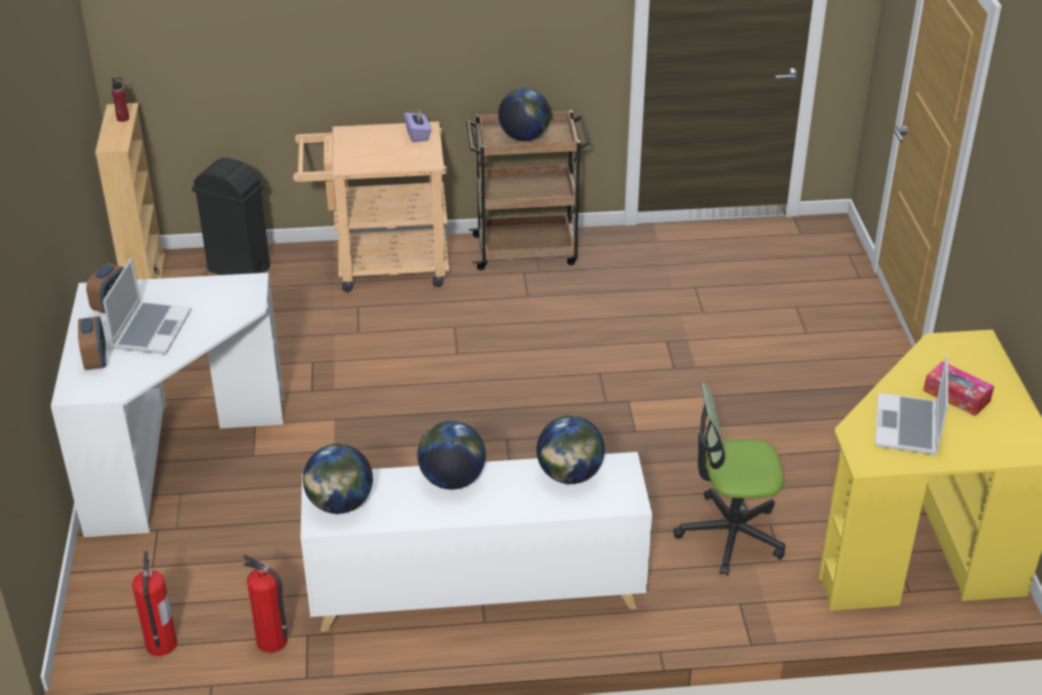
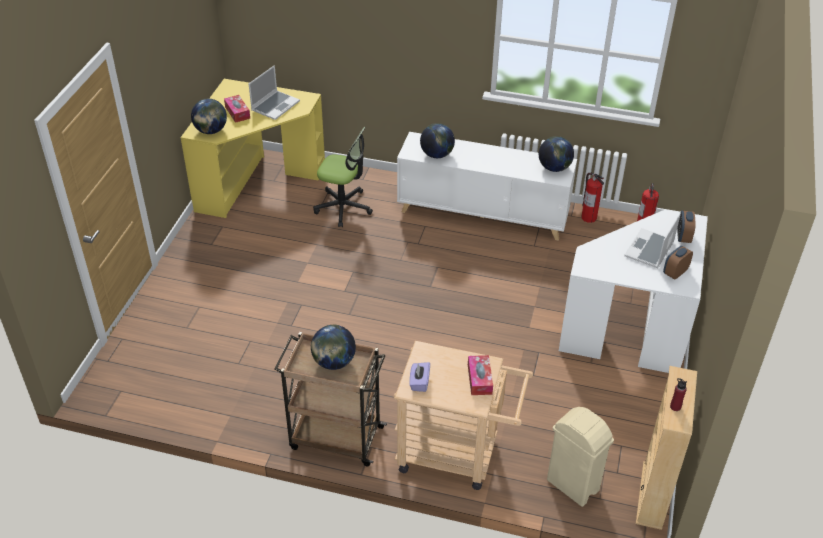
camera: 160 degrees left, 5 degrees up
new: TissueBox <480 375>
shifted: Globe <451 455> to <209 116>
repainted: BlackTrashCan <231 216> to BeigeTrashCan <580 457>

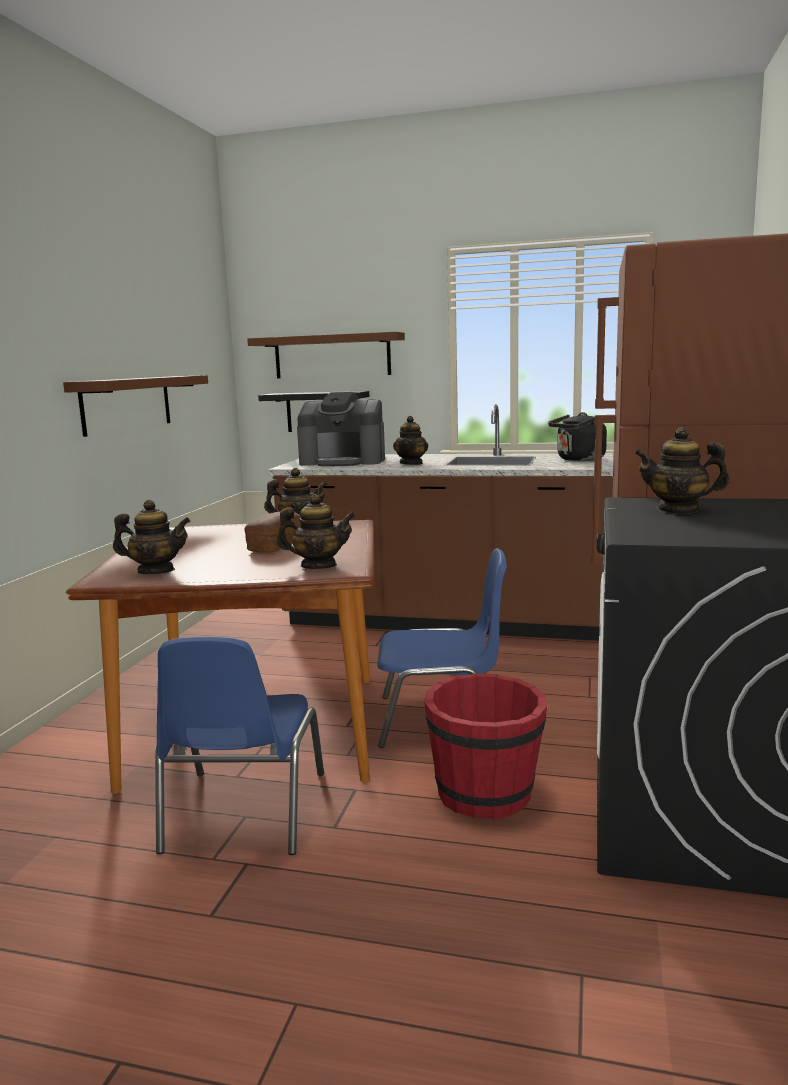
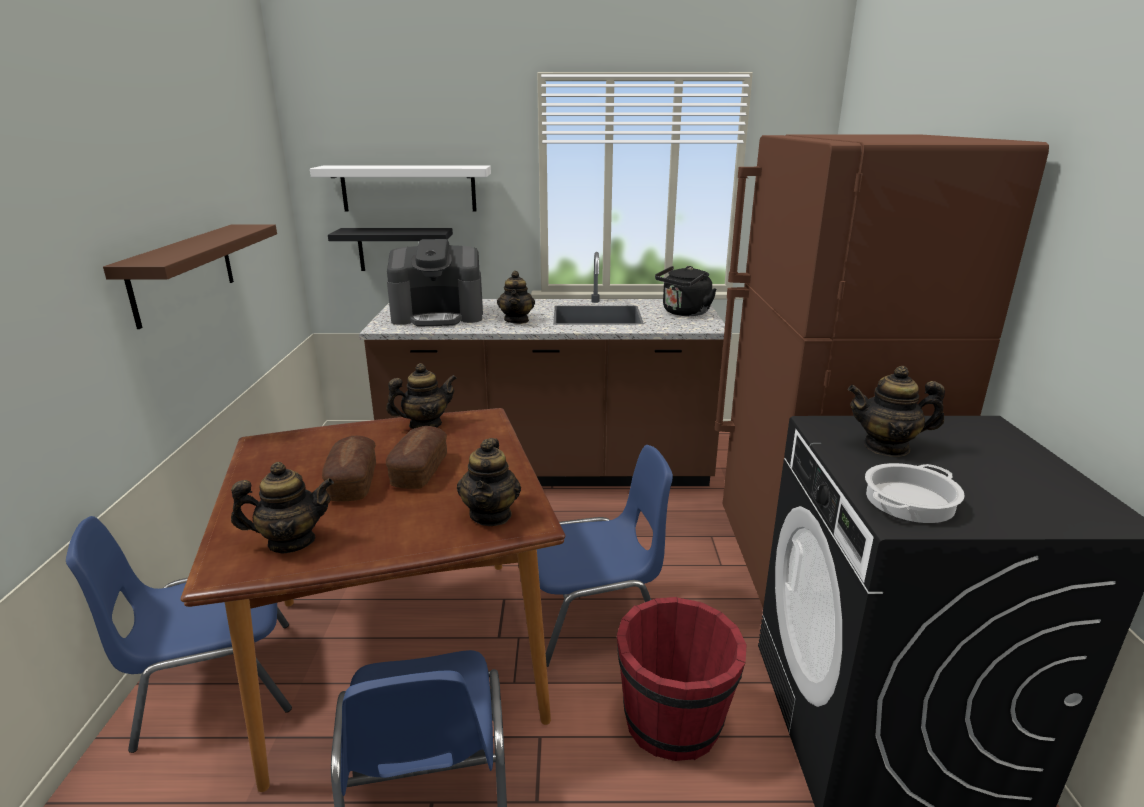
camera: 15 degrees left, 10 degrees up
new: BlueChair <179 634>; Bread <349 469>; CookingPot <915 493>
repainted: BrownShelf <326 355> to WhiteShelf <400 188>
rotated: Teapot <316 531> = <489 482> 105 degrees clockwise

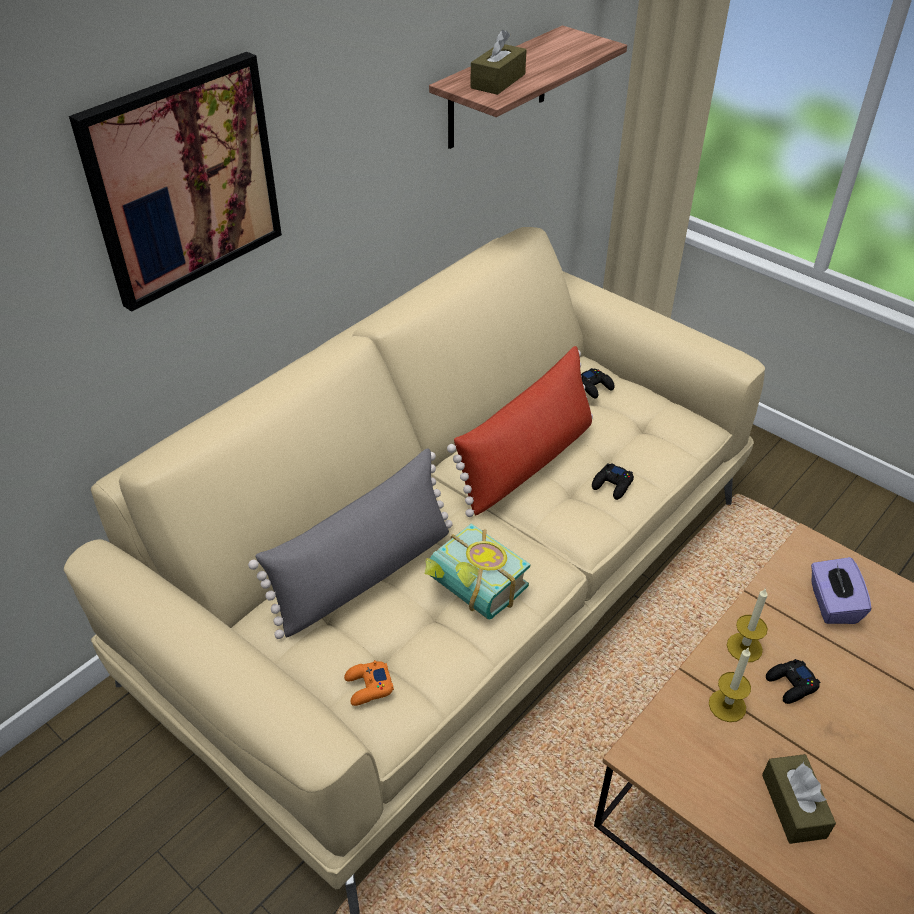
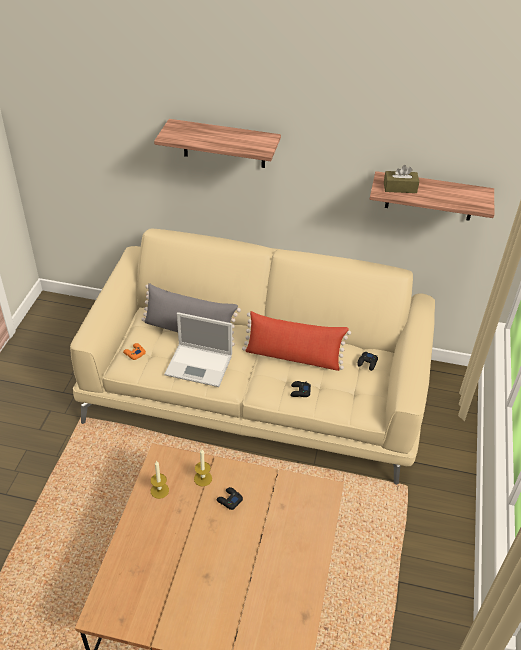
camera: 60 degrees right, 0 degrees up
gone: BrownTissueBox <799 799>; PurpleTissueBox <841 590>
shifted: Candle <747 625> to <160 480>
swapped: Picture <175 182> to Shelf <217 143>; Book <477 571> to Laptop <198 349>

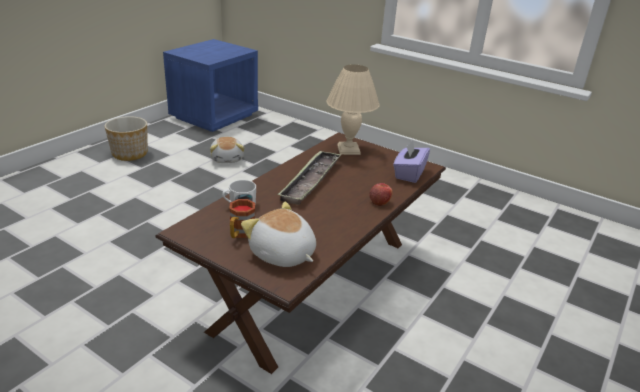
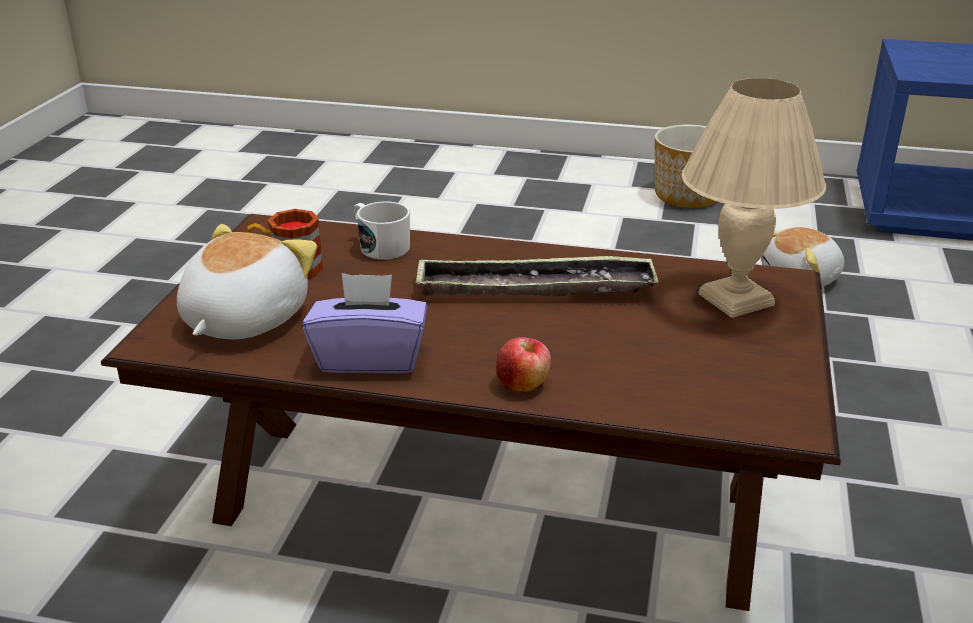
camera: 70 degrees right, 0 degrees up
shifted: PurpleTissueBox <411 161> to <365 323>

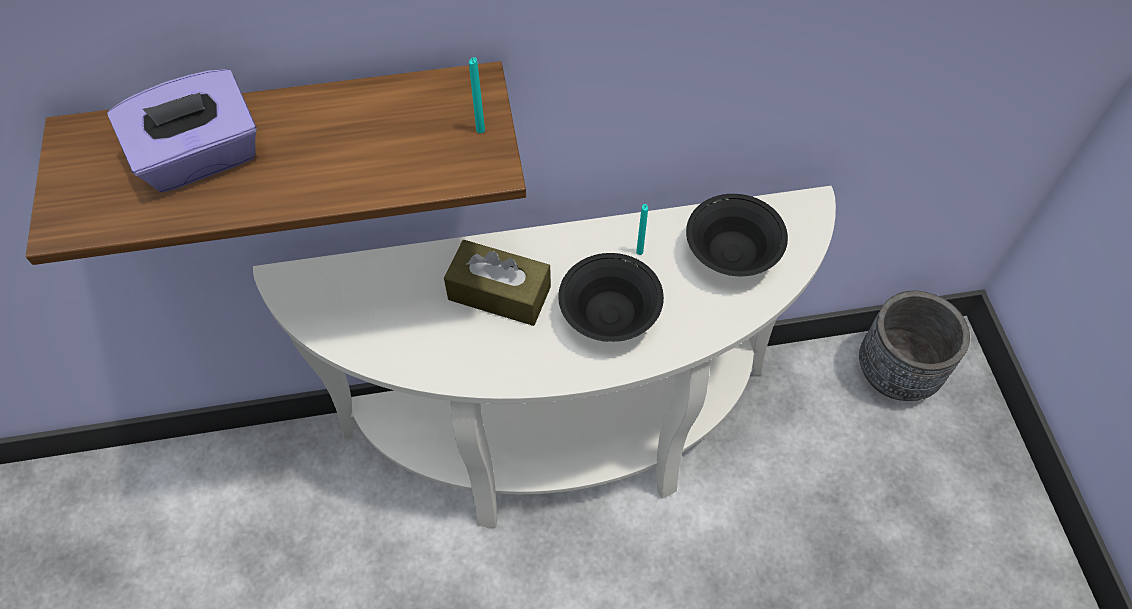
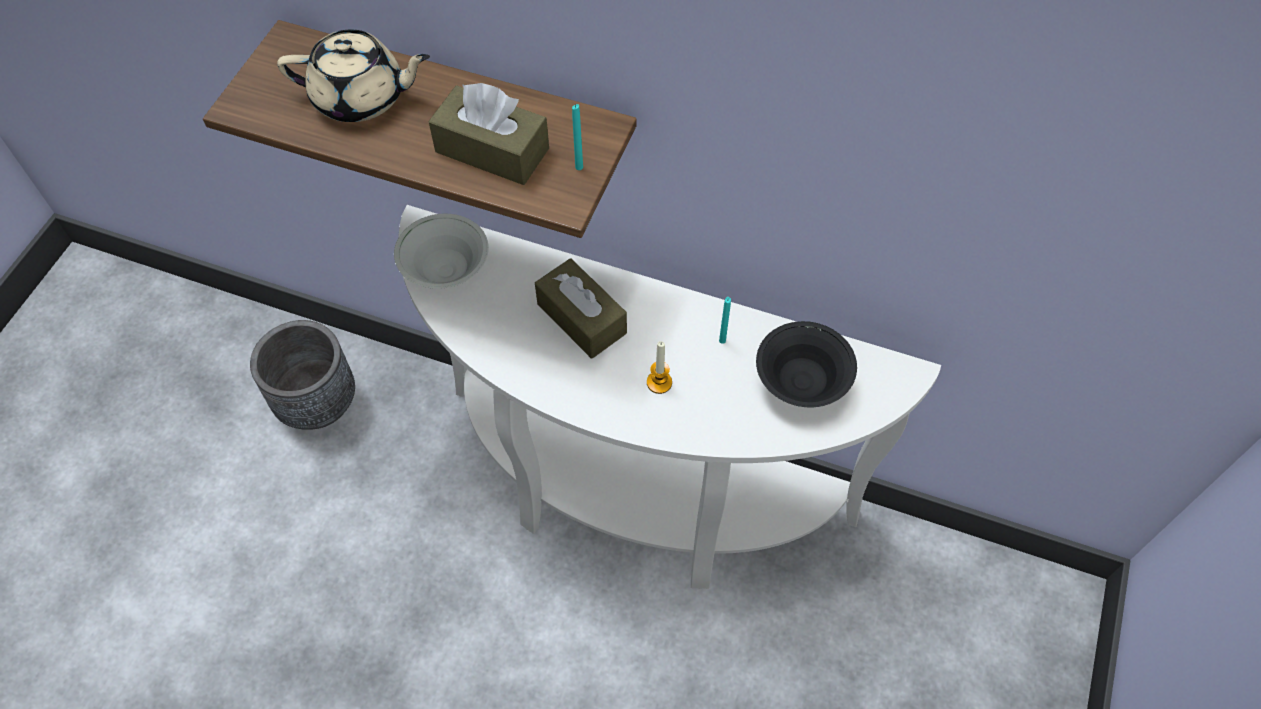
camera: 30 degrees right, 0 degrees up
new: WhiteBowl <441 251>; BrownTissueBox <488 134>
shifted: GreyPlanter <914 346> to <302 375>
swapped: PurpleTissueBox <182 130> to BeigeTeapot <353 75>; BlackBowl <611 297> to Candle <659 367>

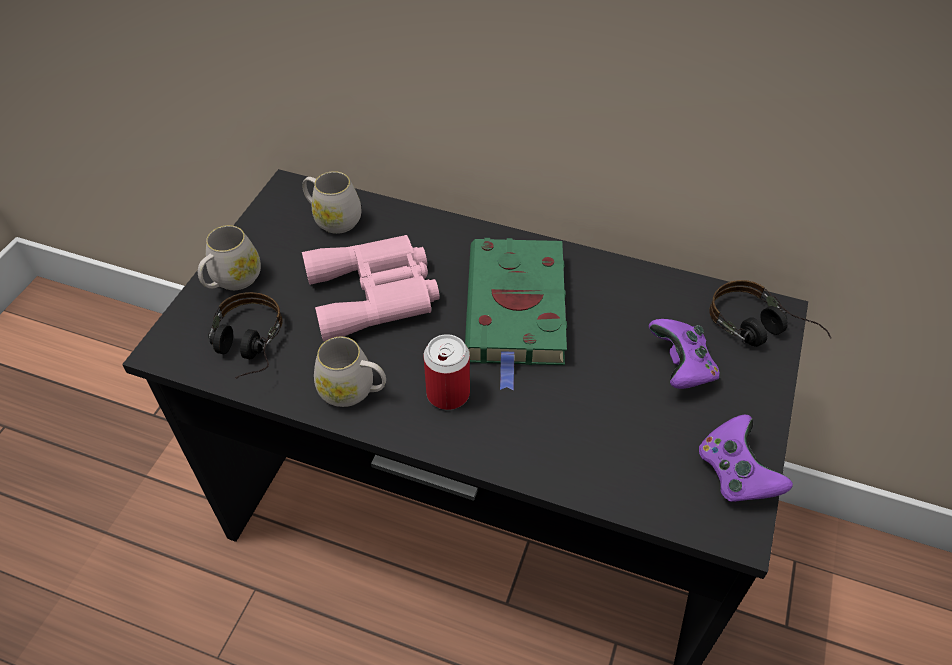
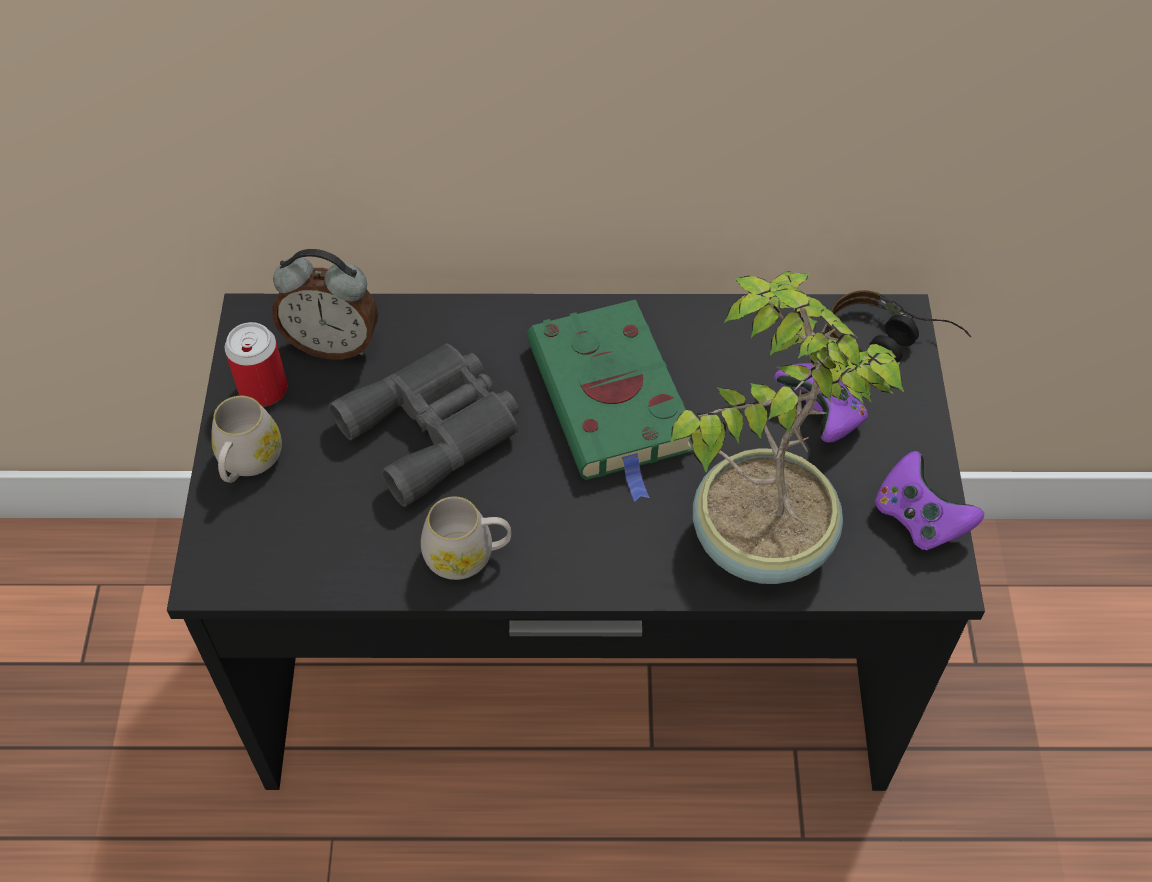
camera: 20 degrees left, 5 degrees up
gone: Headphones <245 335>
new: PottedPlant <787 427>
shifted: Can <447 372> to <256 364>
swapped: WhiteMug <331 202> to AlarmClock <325 304>
repainted: PinkBinoculars <371 288> to GreyBinoculars <424 425>

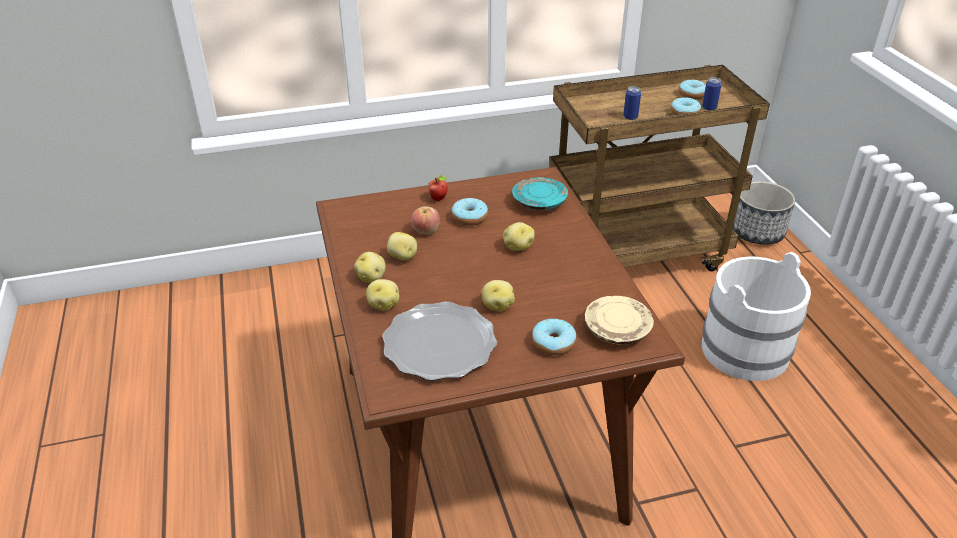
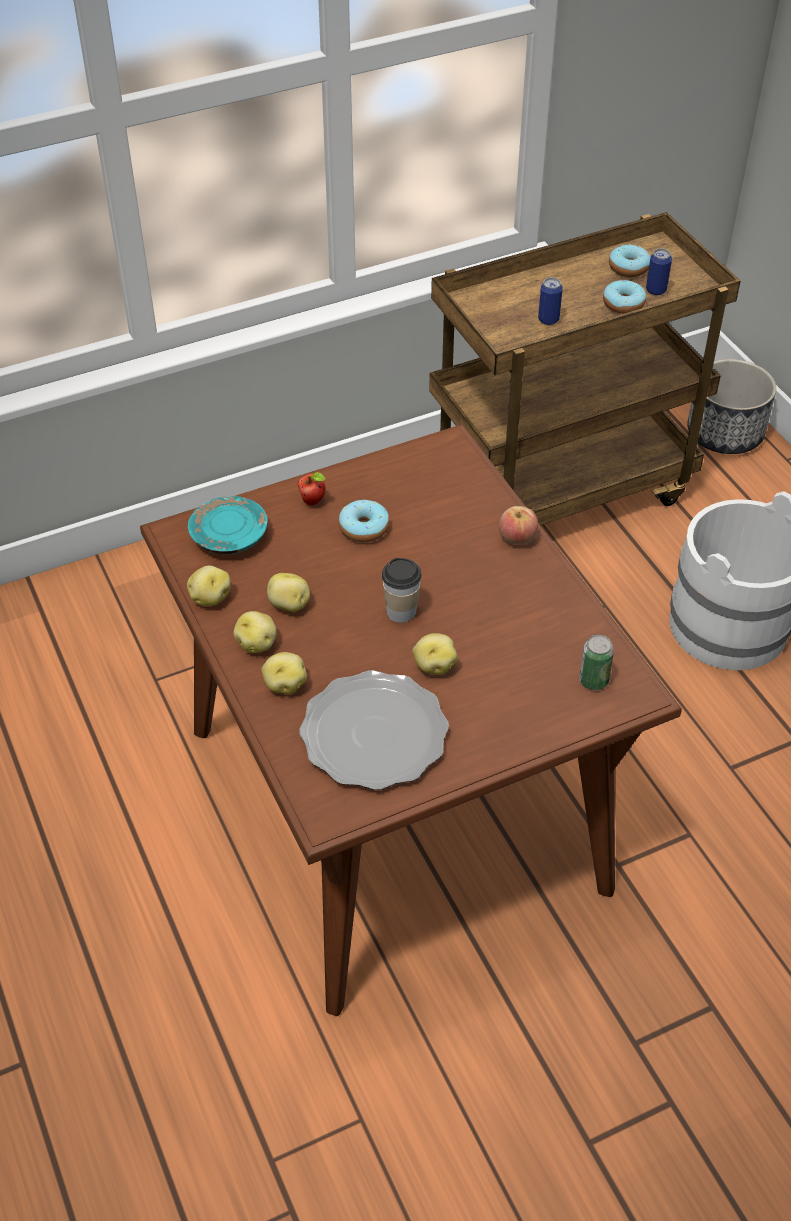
camera: 10 degrees left, 10 degrees up
gone: Donut <554 337>
new: Cup <402 590>
shifted: Apple <425 220> to <518 525>; Potato <519 236> to <209 586>; TurquoisePlate <540 193> to <228 525>
swapped: BeigePlate <619 320> to Can <596 662>

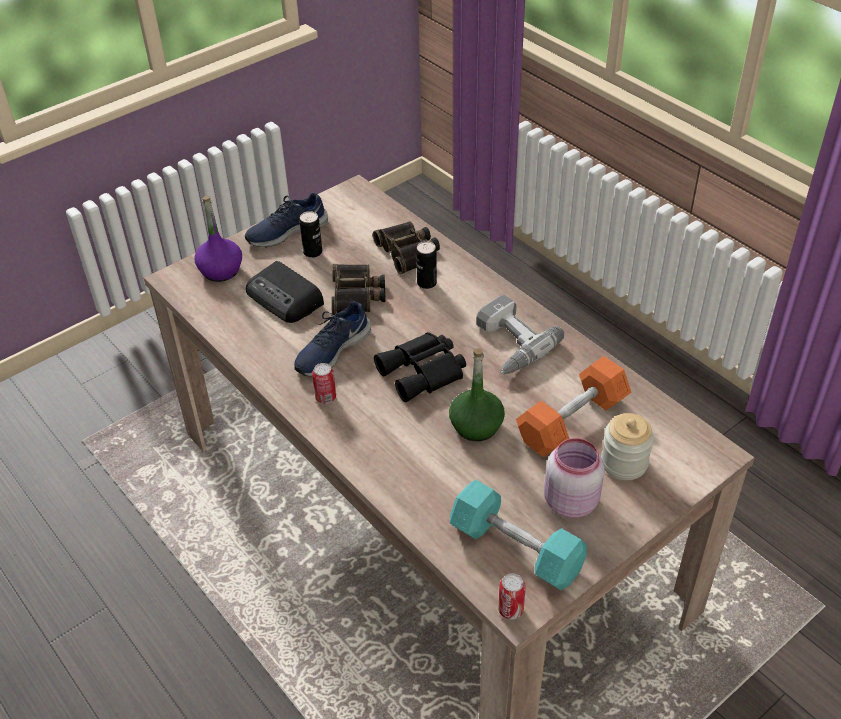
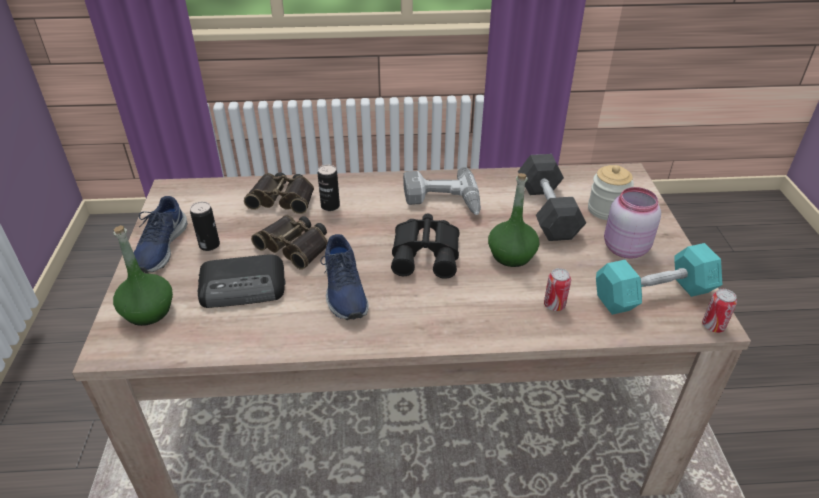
camera: 55 degrees left, 5 degrees down
shifted: Can <324 383> to <557 289>
repainted: PurpleBottle <218 239> to GreenBottle <143 275>; OrangeDumbbell <573 406> to GreyDumbbell <552 197>

